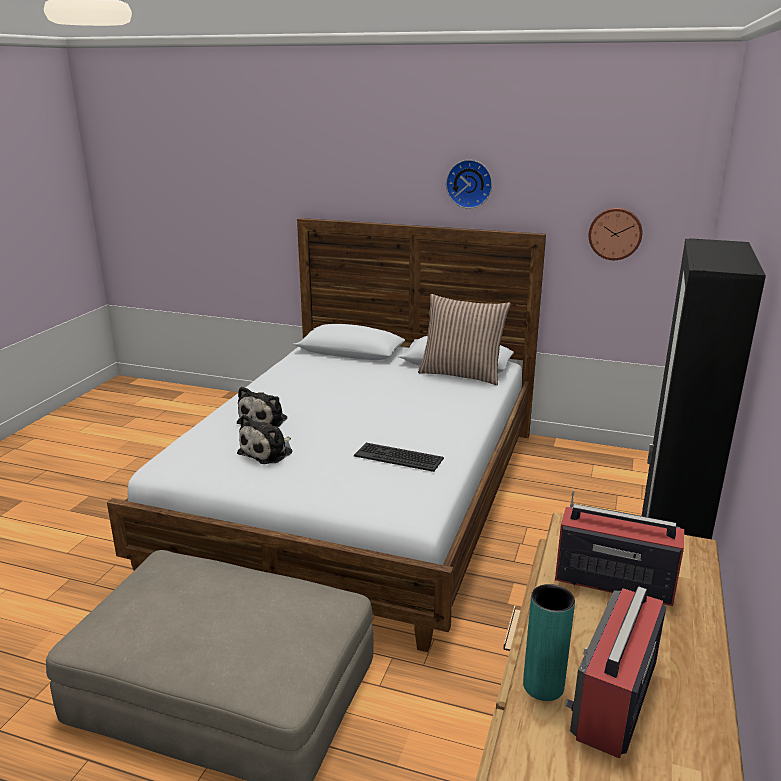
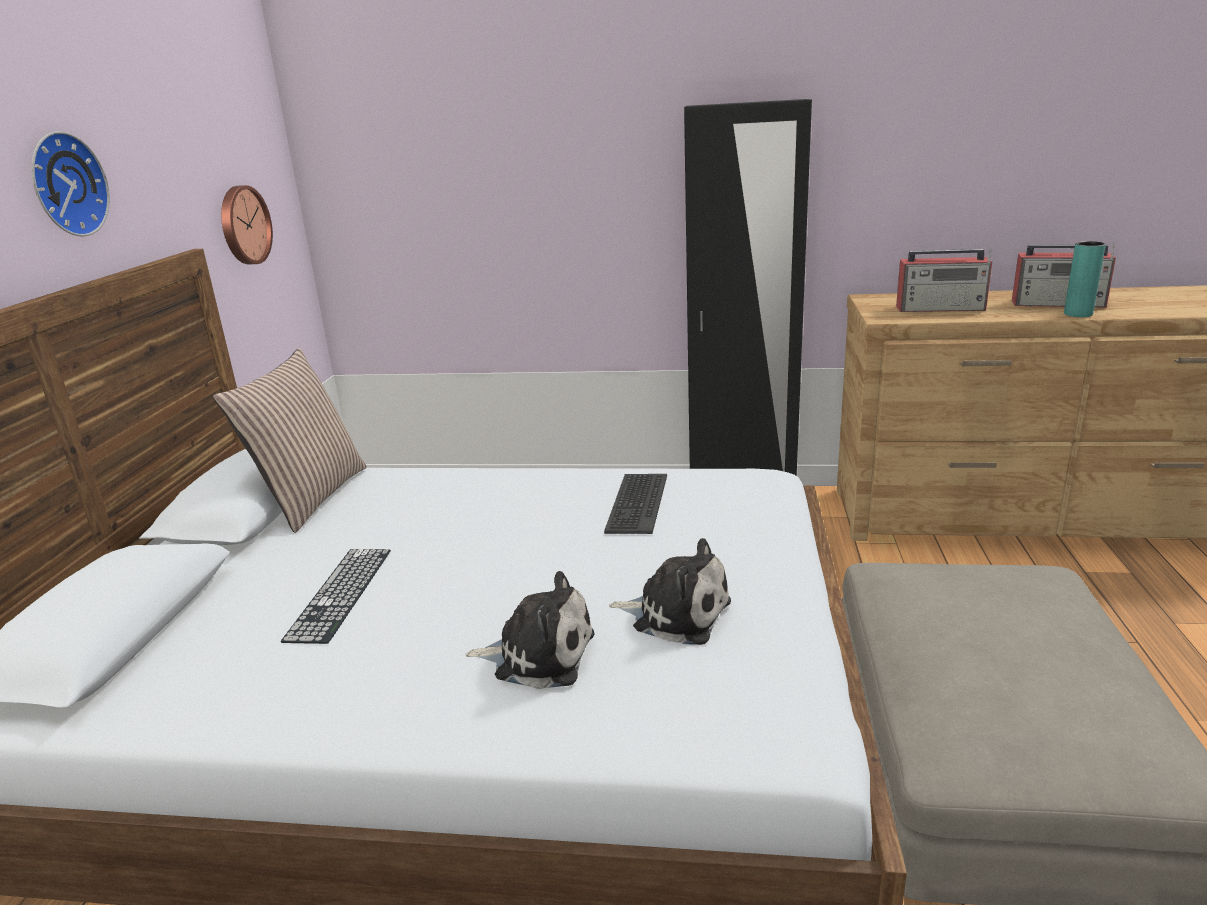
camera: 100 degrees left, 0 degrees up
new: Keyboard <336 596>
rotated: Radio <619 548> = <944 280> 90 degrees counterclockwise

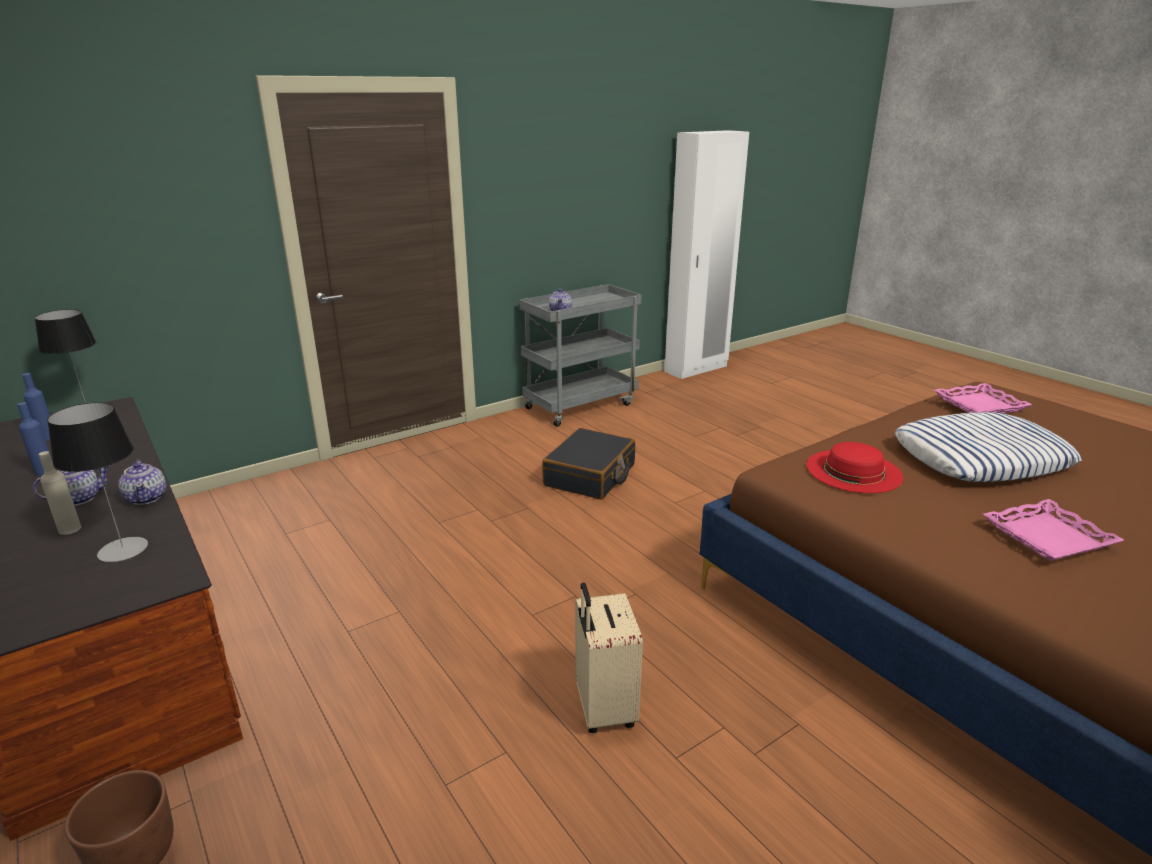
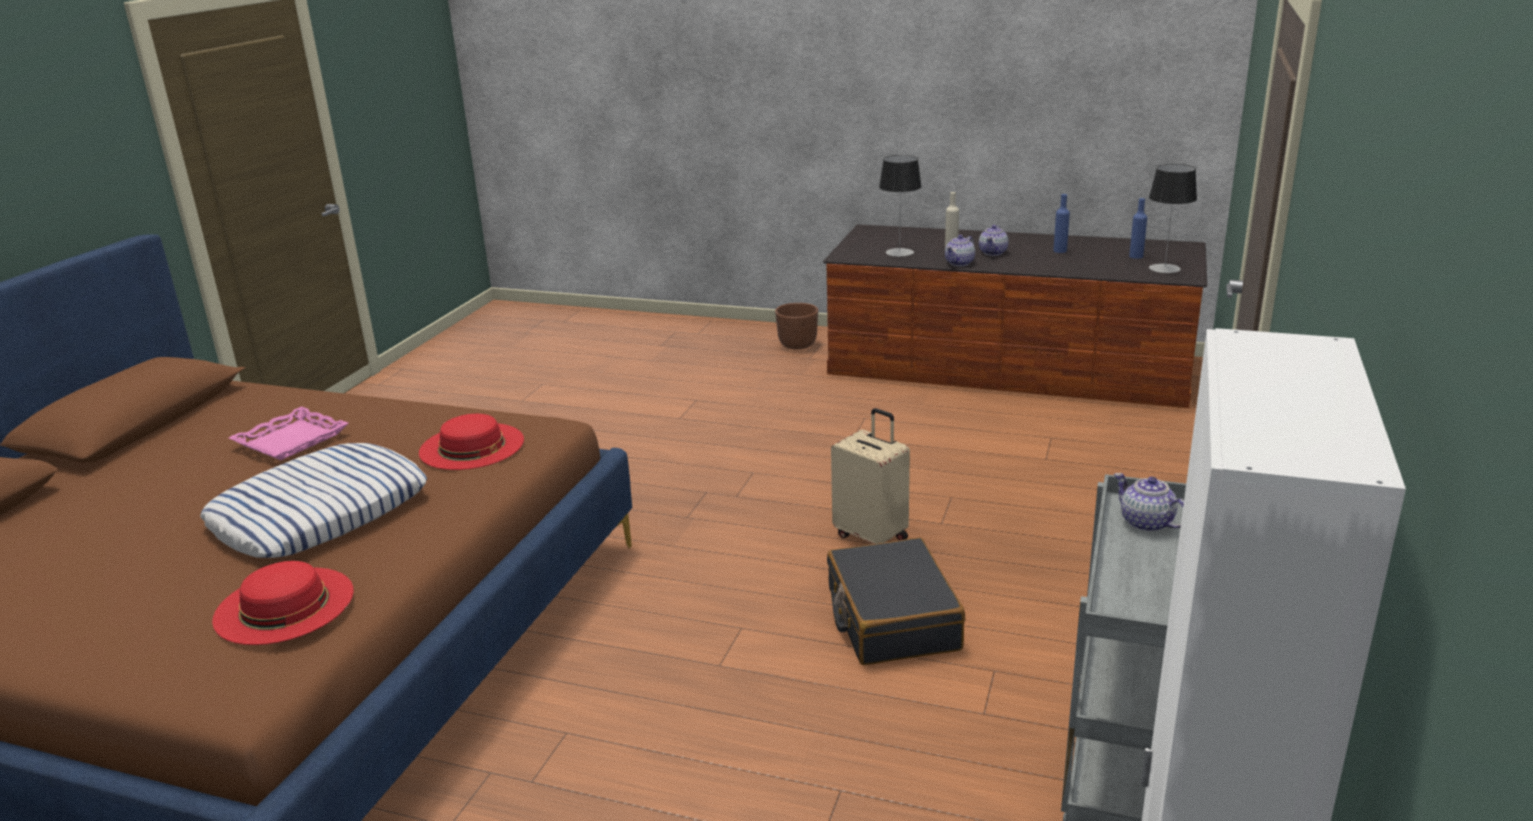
camera: 145 degrees right, 0 degrees up
shifted: BeigeSuitcase <609 657> to <870 476>
swapped: PinkTray <983 398> to RedHat <283 603>
rotated: Teapot <142 482> = <960 250> 75 degrees counterclockwise

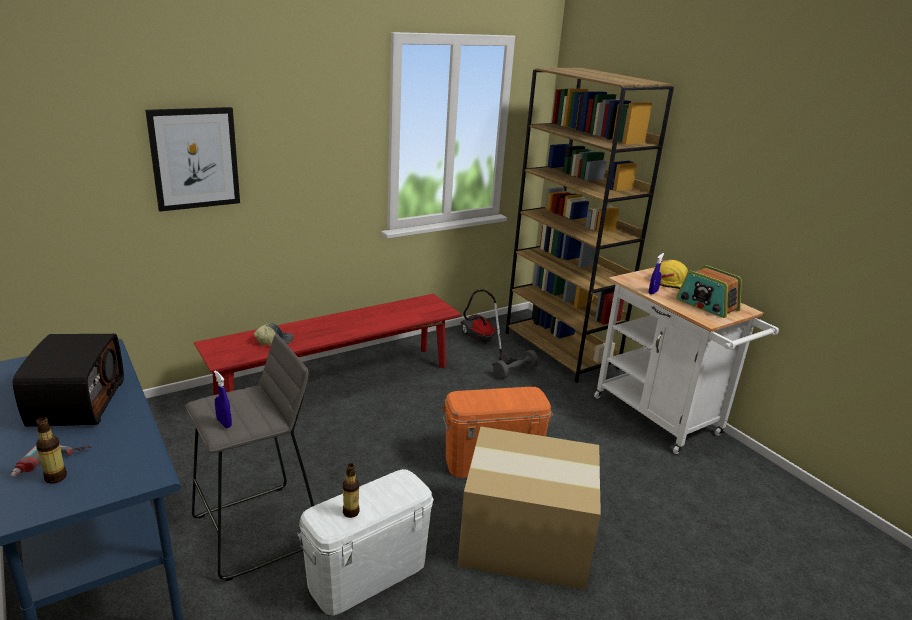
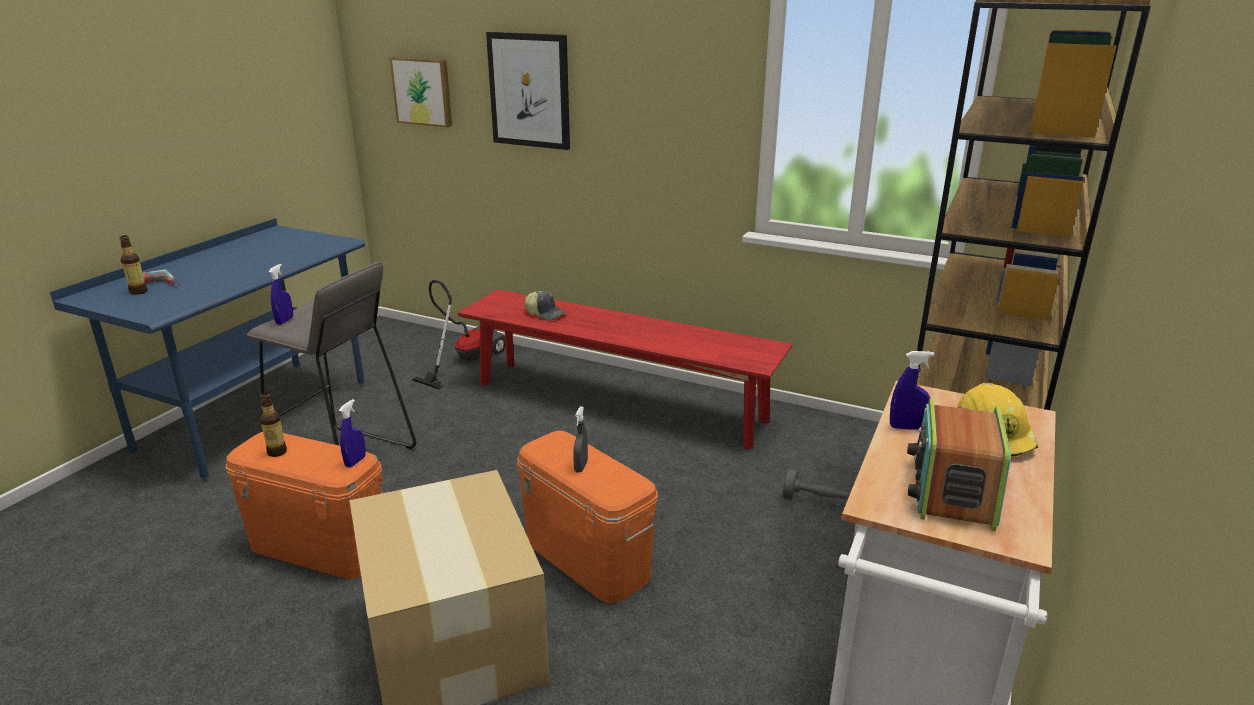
camera: 60 degrees right, 0 degrees up
gone: Radio <68 380>
new: BlueSprayBottle <352 433>; Picture <421 92>; GreySprayBottle <580 439>
shifted: VacuumCleaner <488 327> to <459 335>
repainted: WhiteStorageBox <365 542> to OrangeStorageBox <305 505>

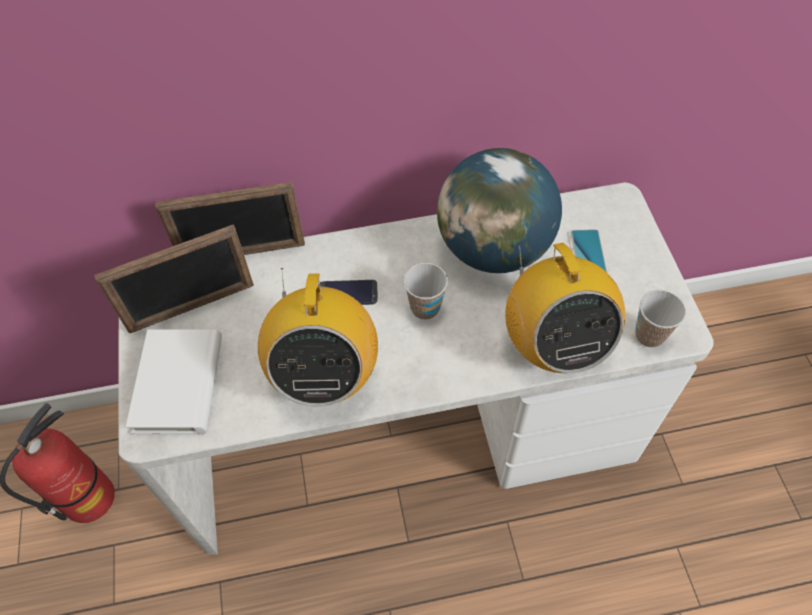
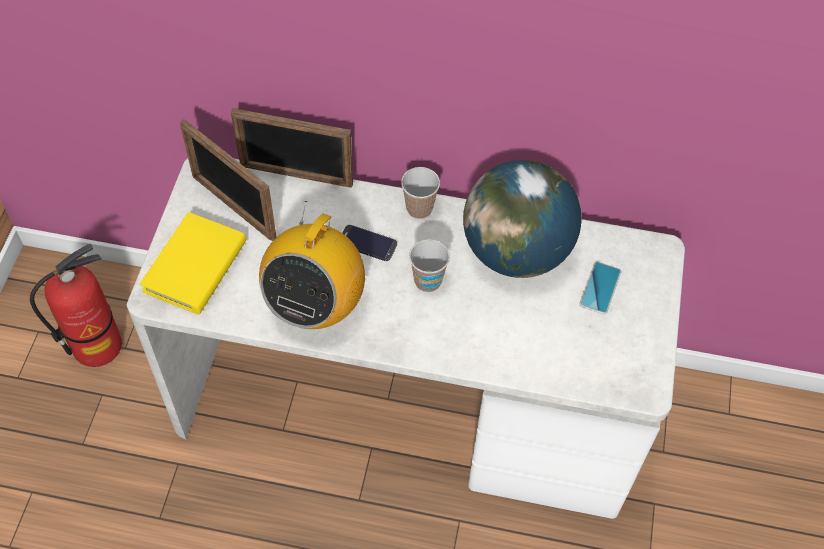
camera: 20 degrees right, 0 degrees up
gone: Radio <565 308>
shifted: Cup <660 318> to <420 193>
repainted: WhiteBook <174 381> to YellowBook <192 263>
rotated: PictureFrame <174 278> = <228 180> 45 degrees clockwise

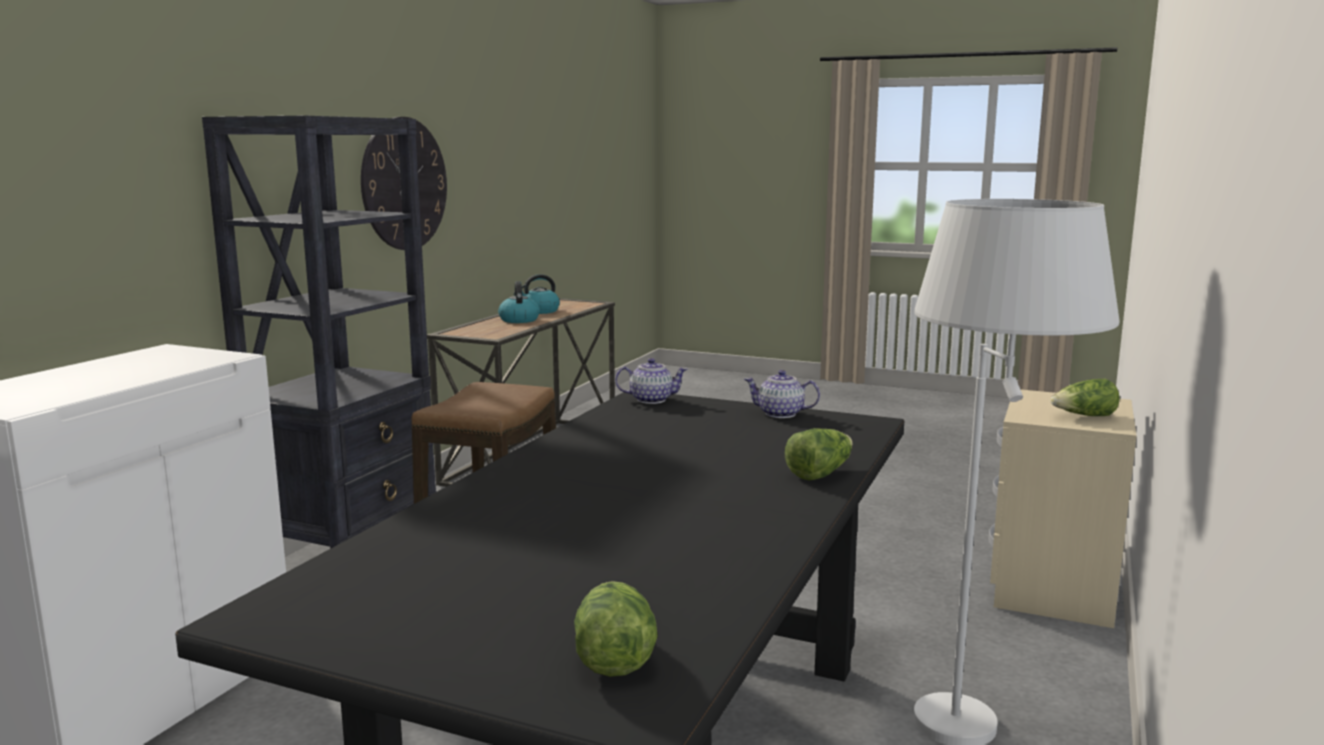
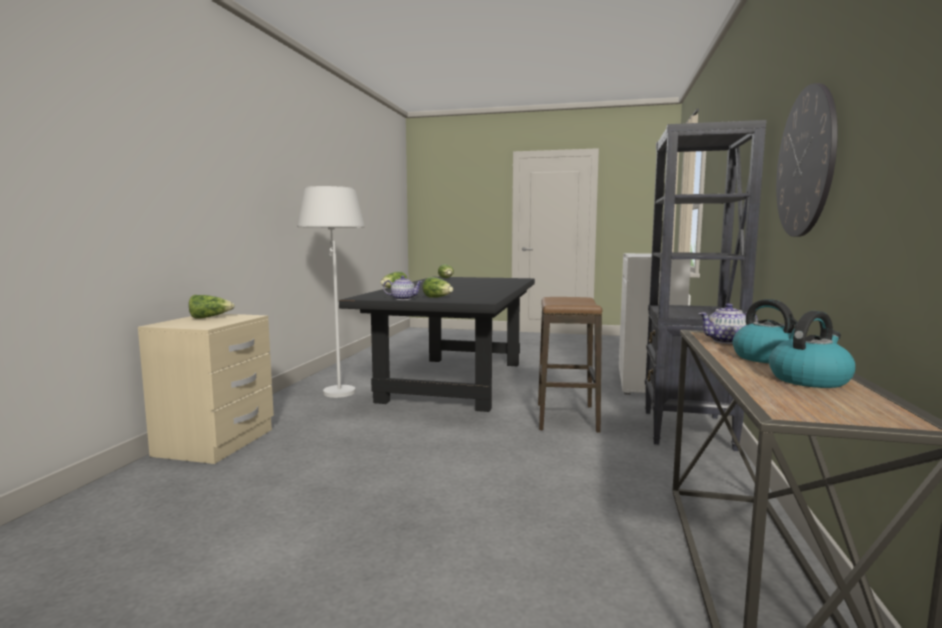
camera: 170 degrees right, 5 degrees down
new: Lettuce <438 287>
shifted: Teapot <651 381> to <728 323>

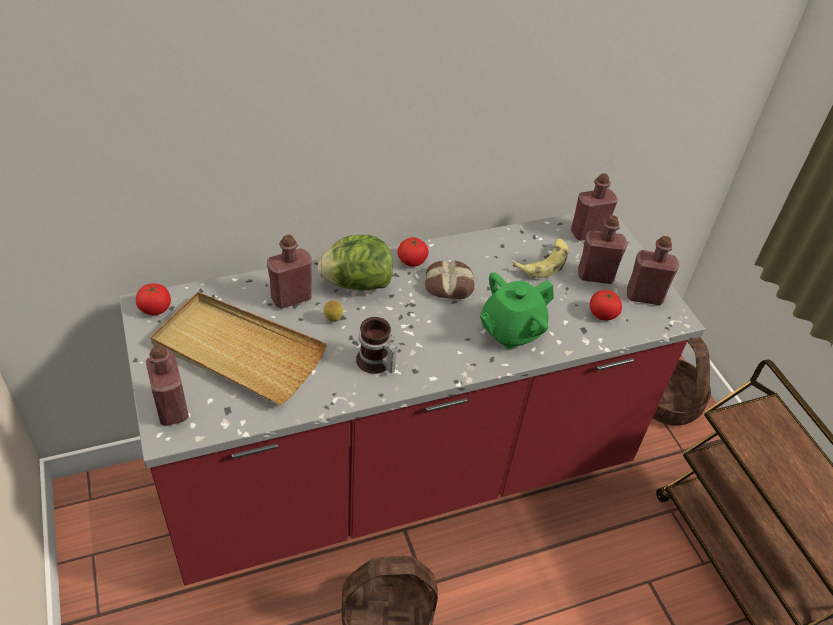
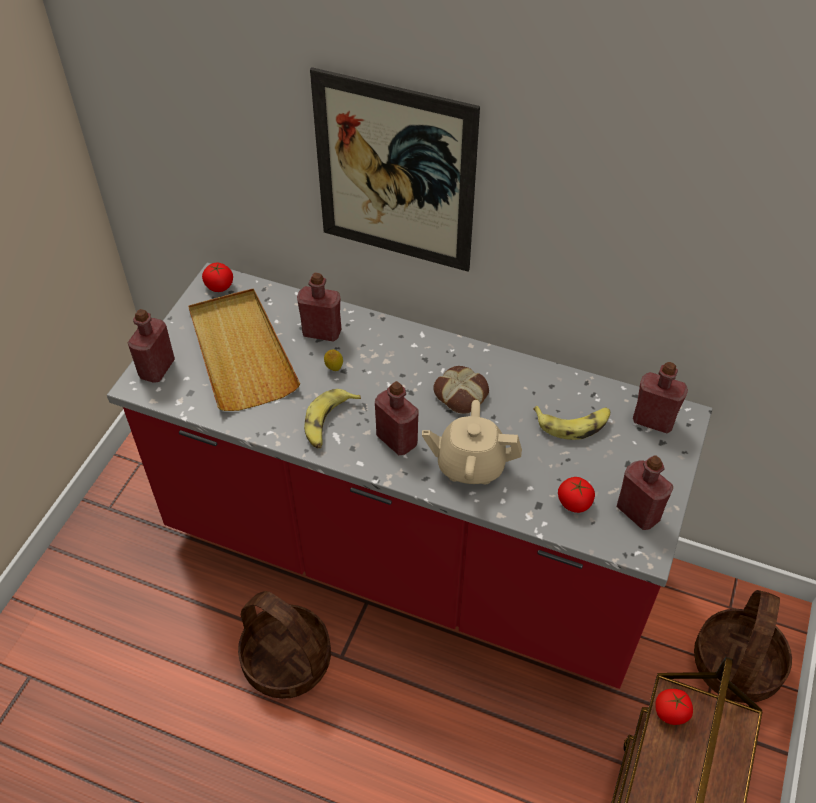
camera: 45 degrees right, 5 degrees up
gone: Lettuce <355 263>
new: Picture <395 169>
shifted: Tomato <413 252> to <674 707>; RedBottle <602 249> to <397 418>
swapped: Mug <376 345> to Banana <332 418>
repainted: GreenTeapot <517 311> to BeigeTeapot <472 442>

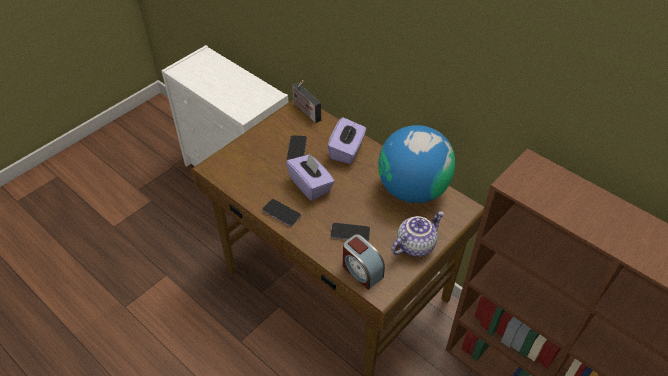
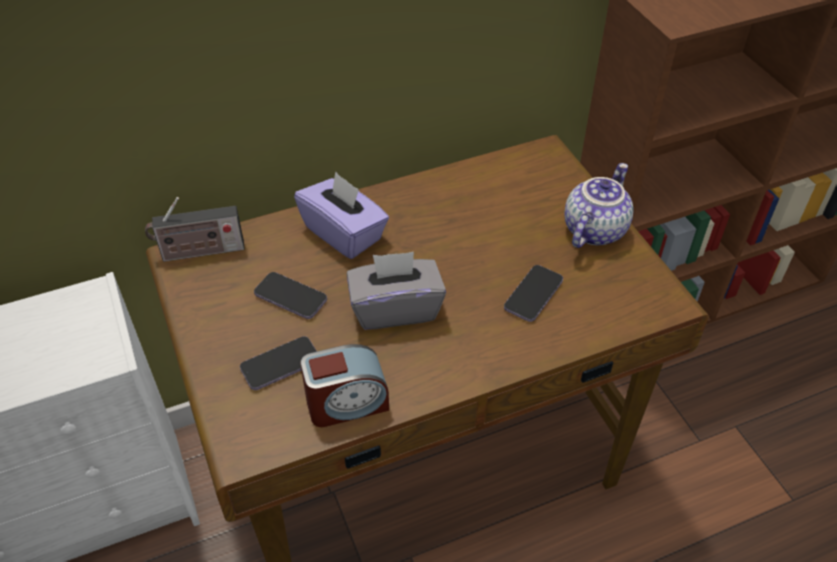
camera: 65 degrees left, 0 degrees up
gone: Globe <416 164>
shifted: Phone <282 212> to <278 363>; AlarmClock <364 262> to <344 385>
repainted: PurpleTissueBox <310 177> to GreyTissueBox <396 291>
rotated: Teapot <417 234> = <599 205> 45 degrees clockwise

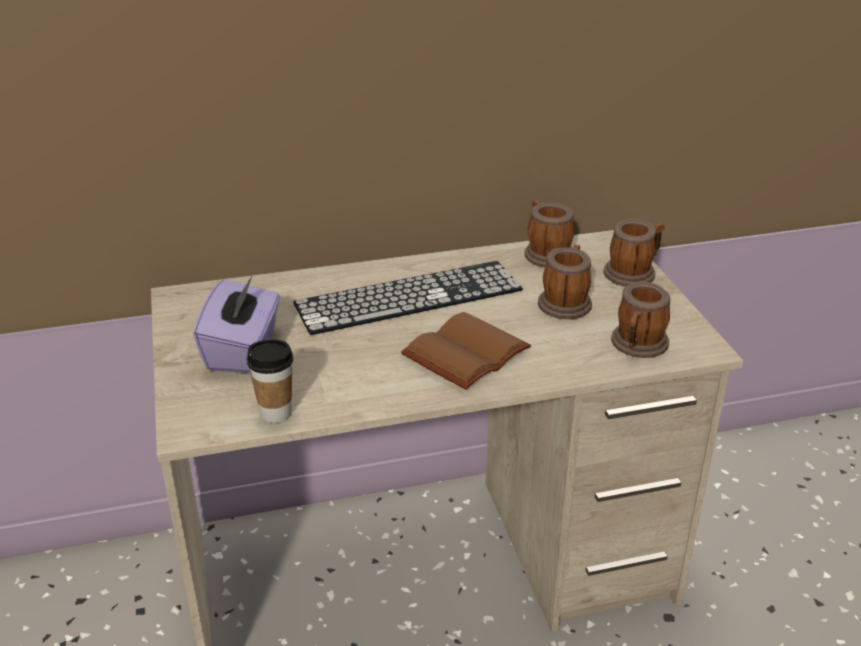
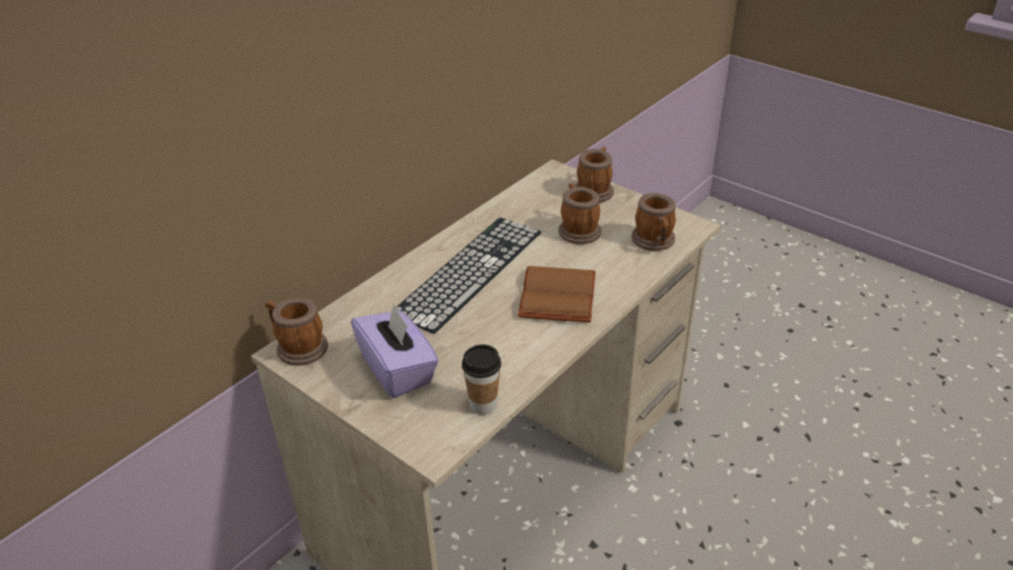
camera: 35 degrees left, 5 degrees up
shifted: Mug <549 233> to <296 332>

